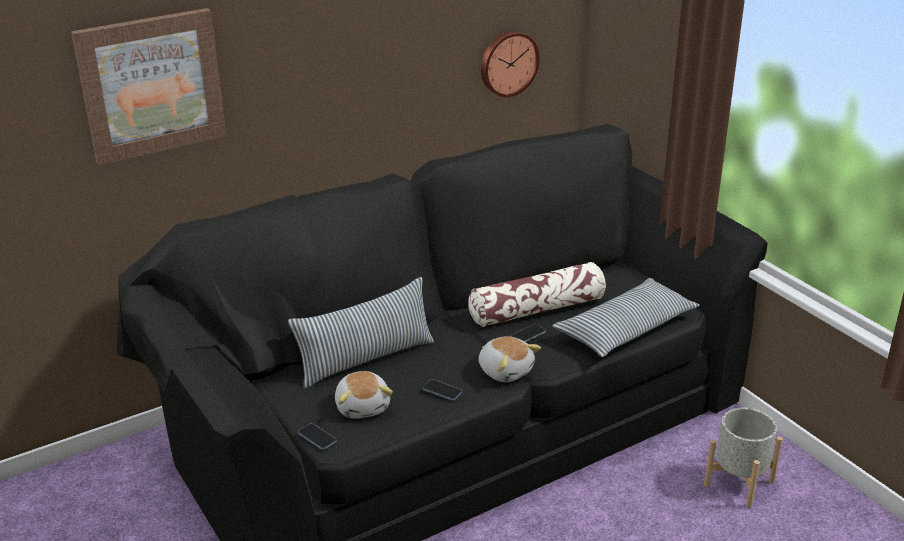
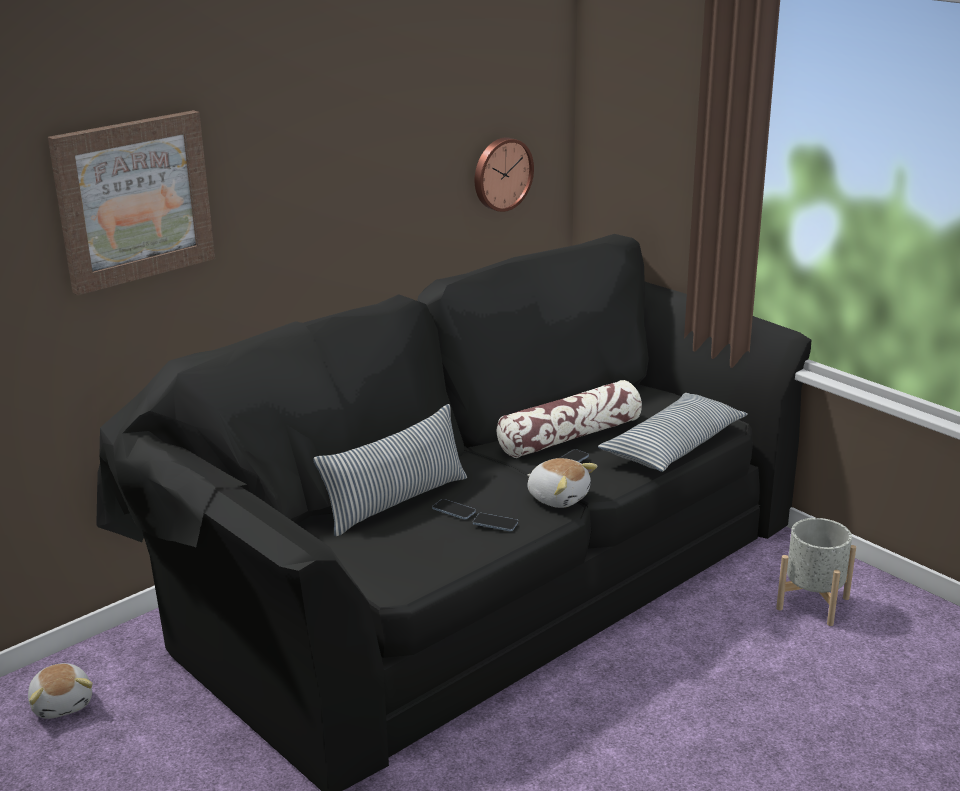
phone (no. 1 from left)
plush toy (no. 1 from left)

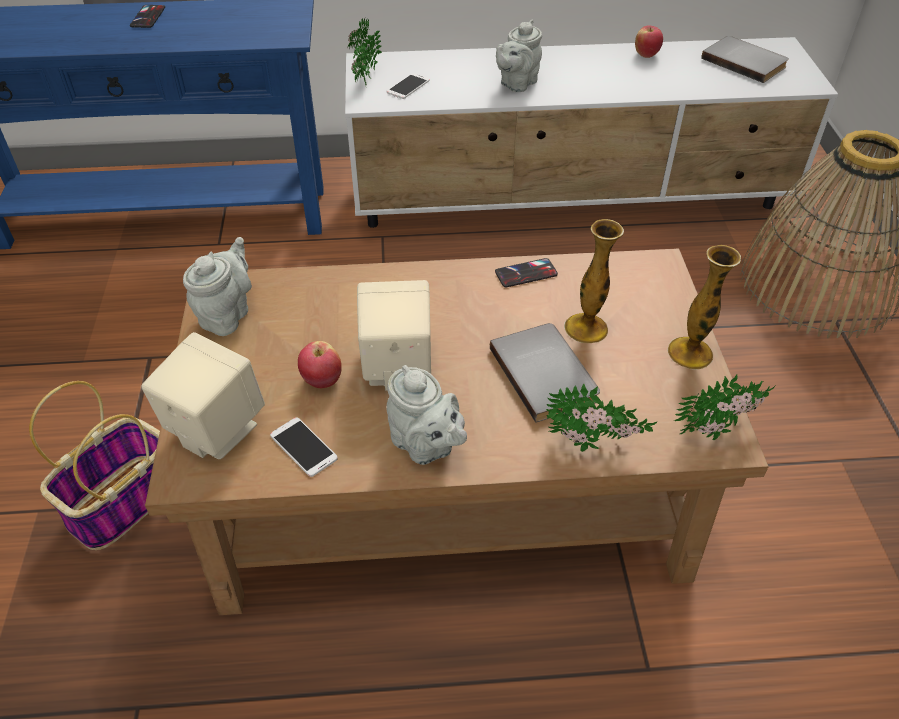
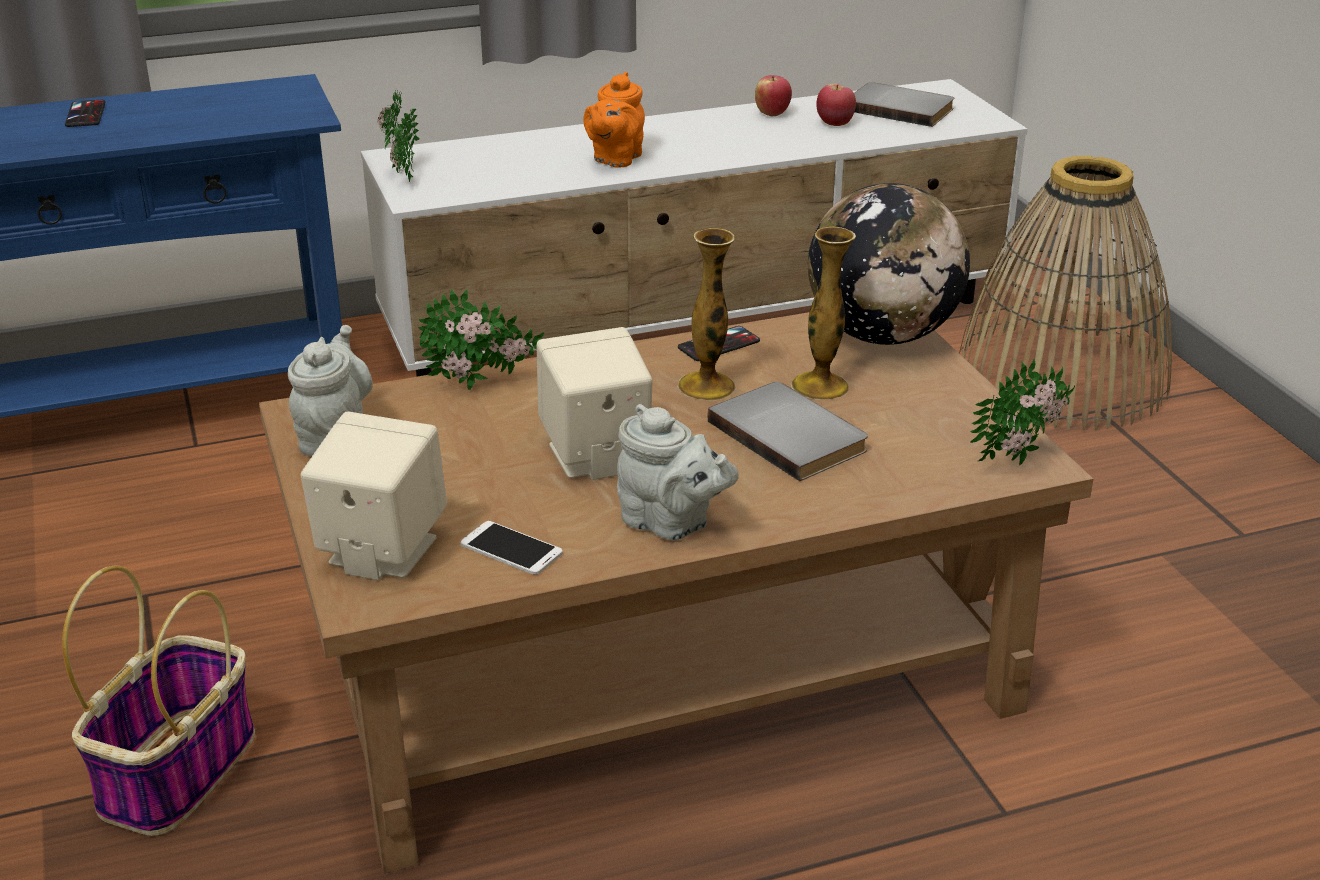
phone (no. 3 from left in the first image)
globe
apple (no. 2 from left)
potted plant (no. 2 from left)
vase (no. 1 from left)
orange teapot

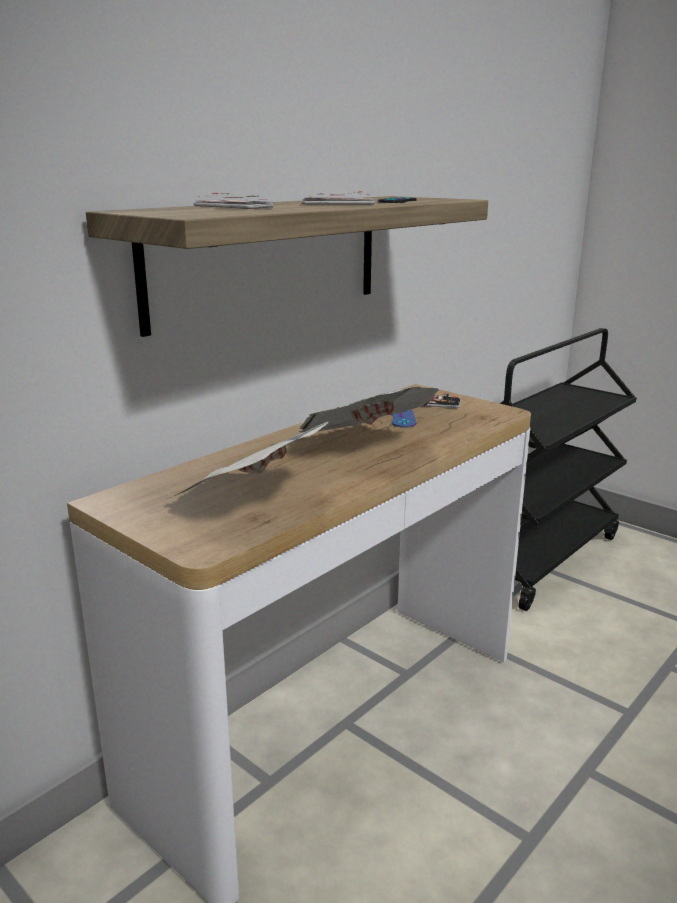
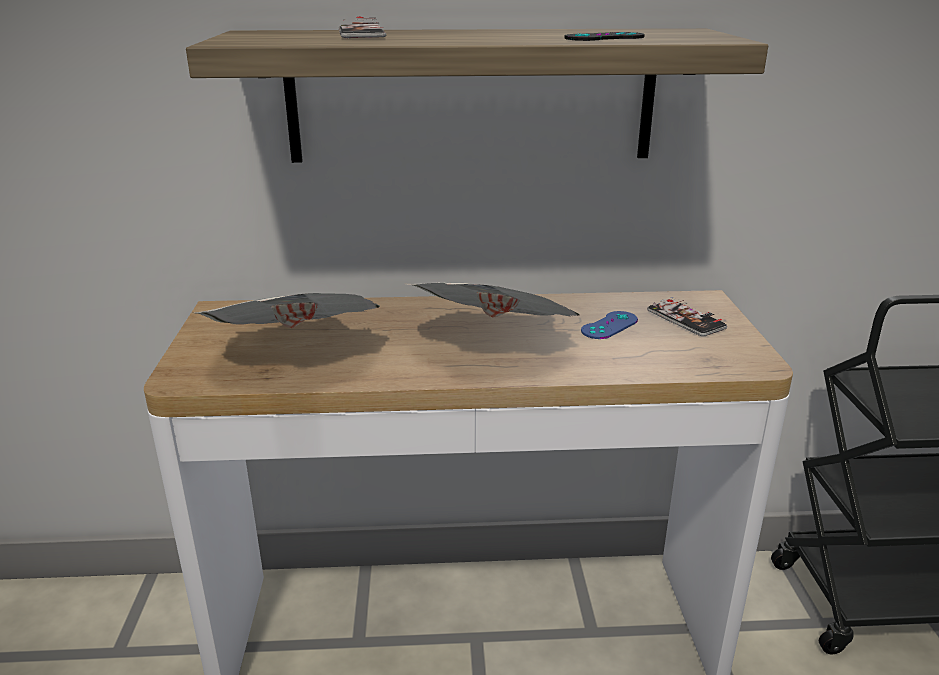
phone (no. 2 from left in the first image)

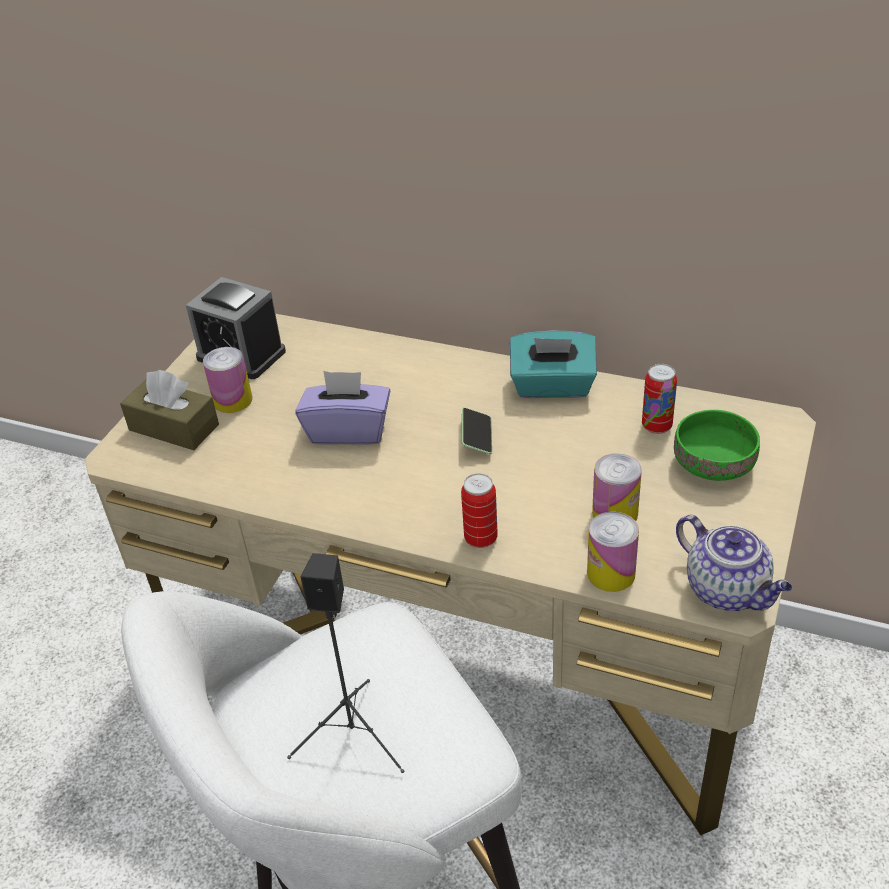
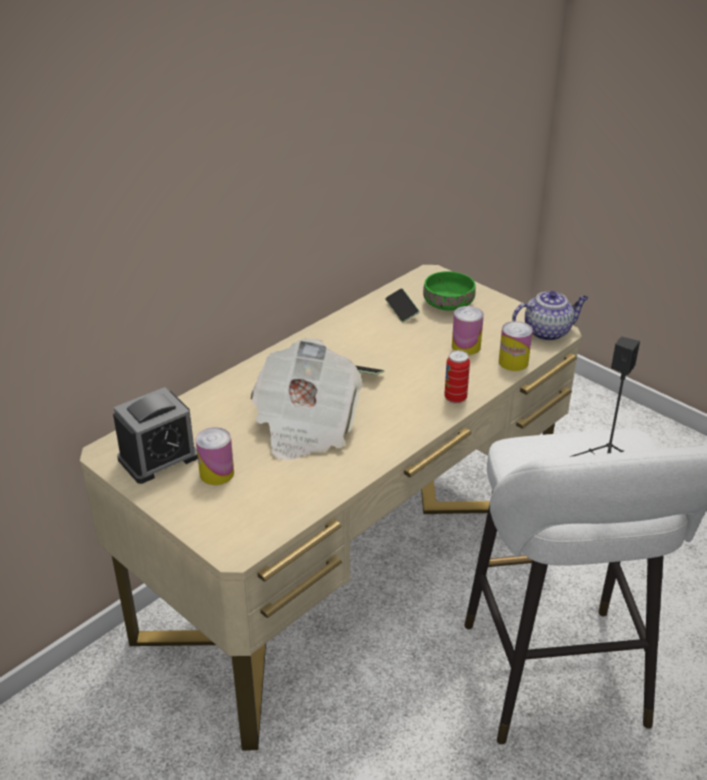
brown tissue box
turquoise tissue box
newspaper
phone (no. 2 from left)

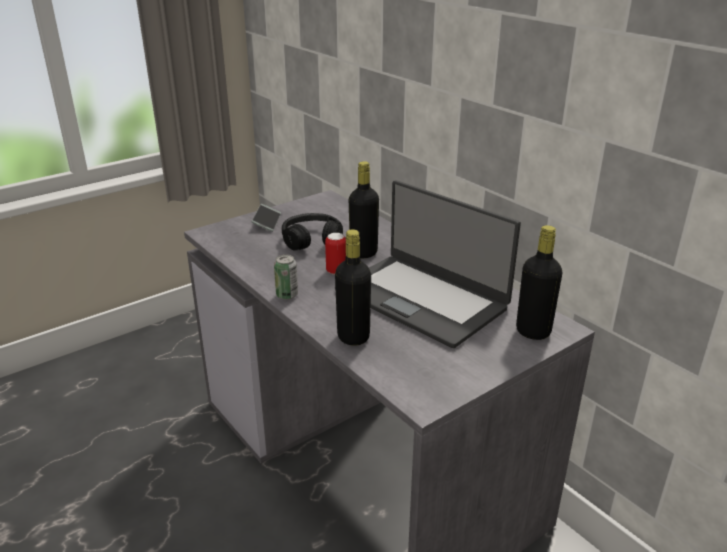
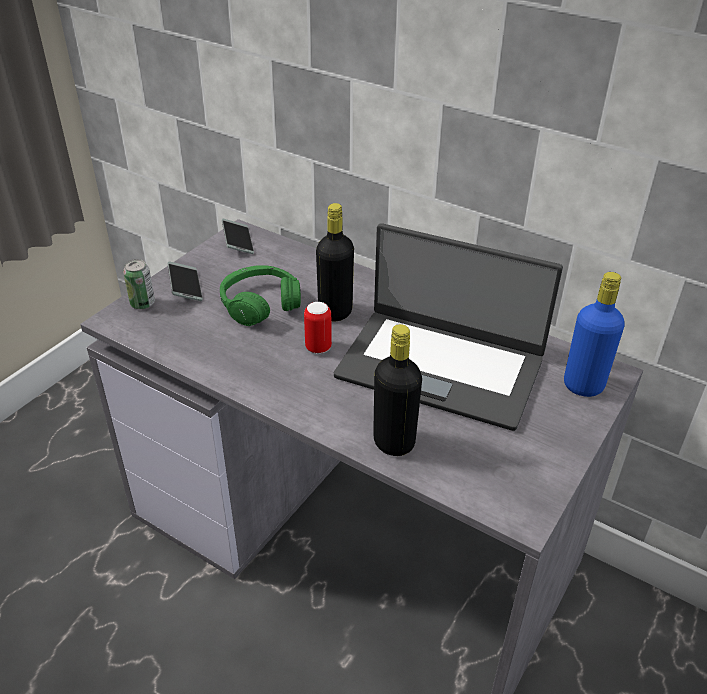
phone (no. 2 from left)
can (no. 1 from left)
green headphones
blue bottle

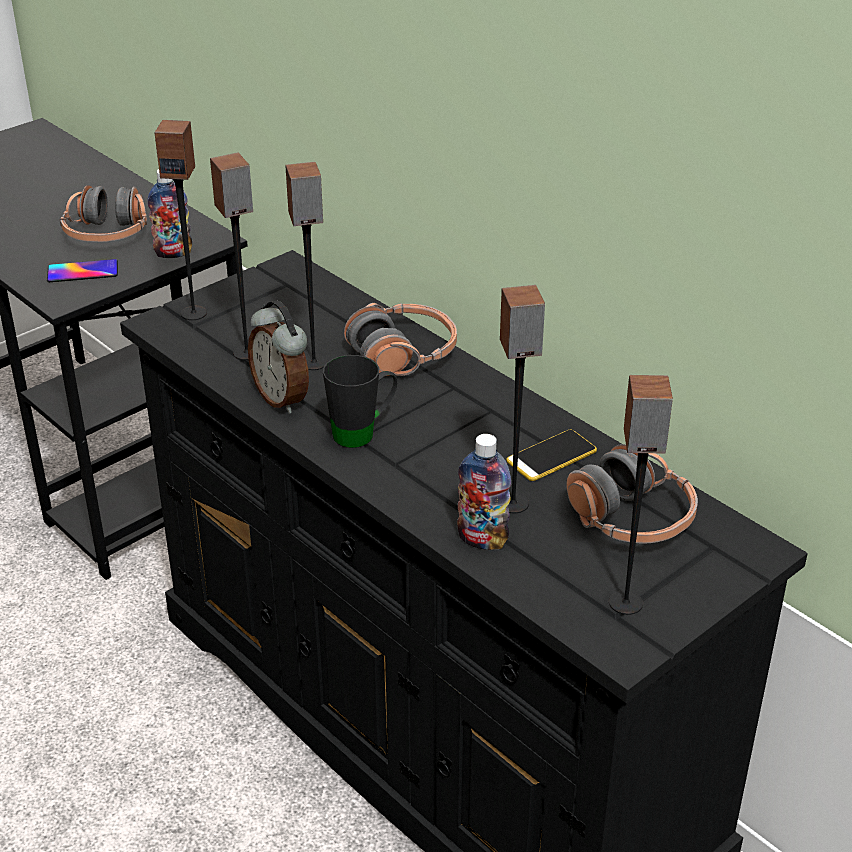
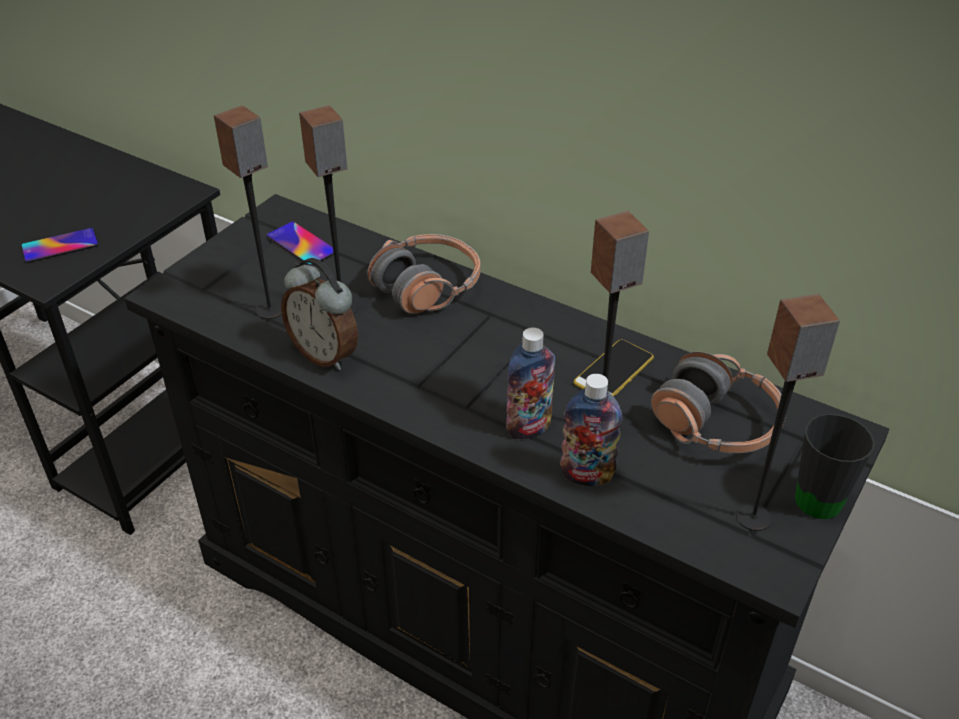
headphones (no. 1 from left in the first image)
speaker (no. 1 from left in the first image)
phone (no. 2 from left)
bottle (no. 1 from left)
black mug

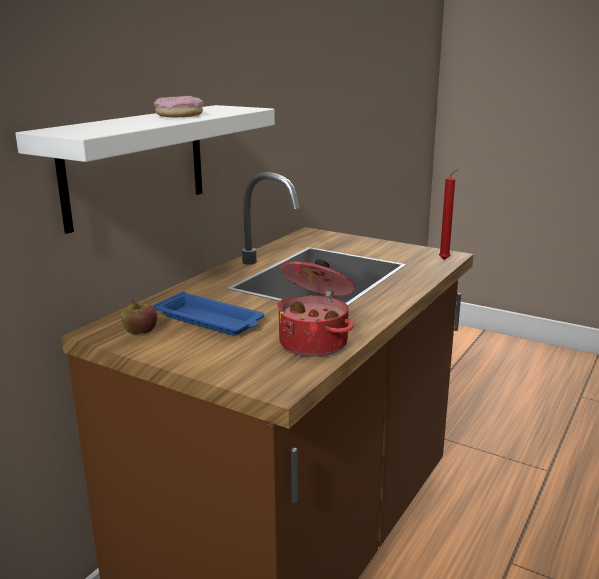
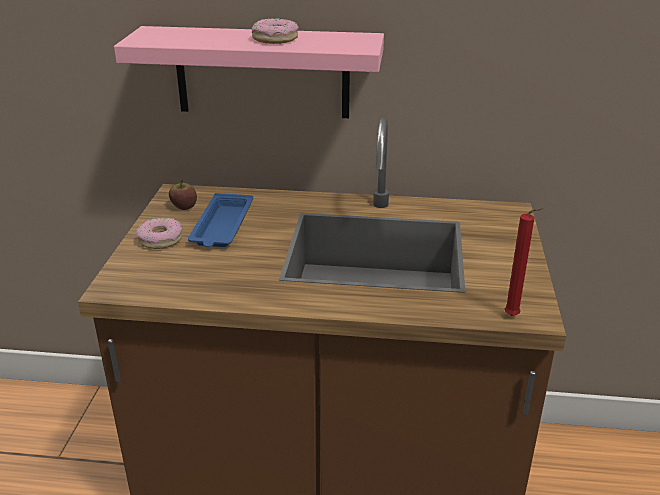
cooking pot
donut (no. 1 from left)
pink shelf

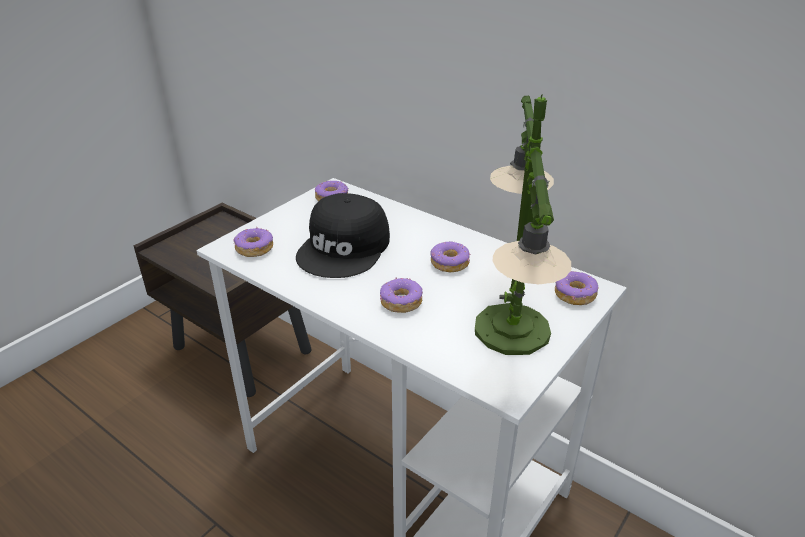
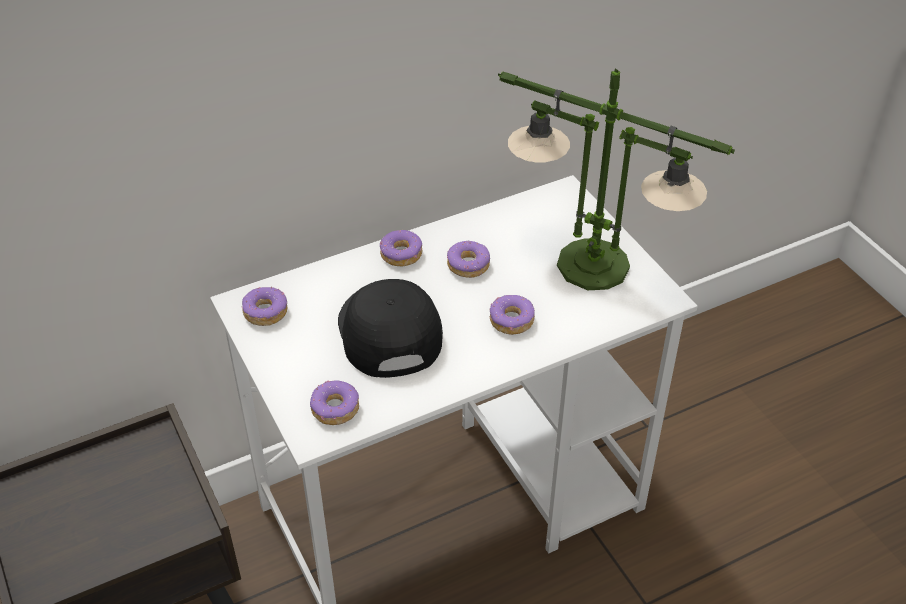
donut (no. 3 from left)
black cap

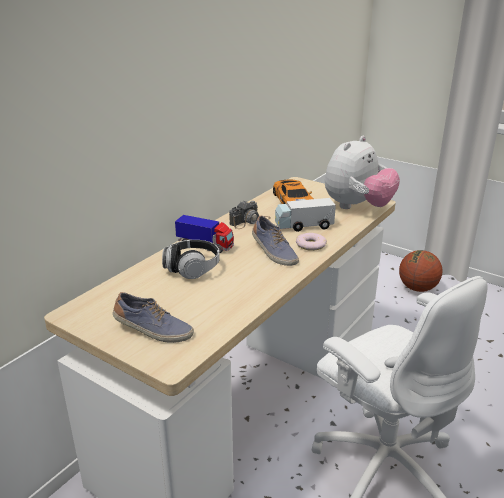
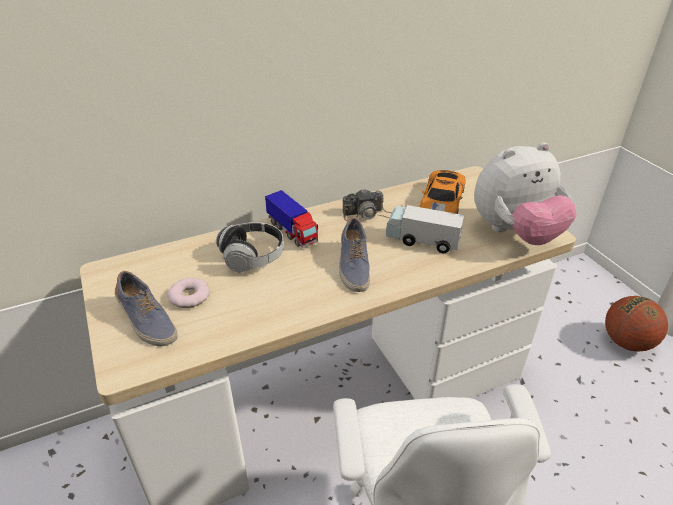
donut

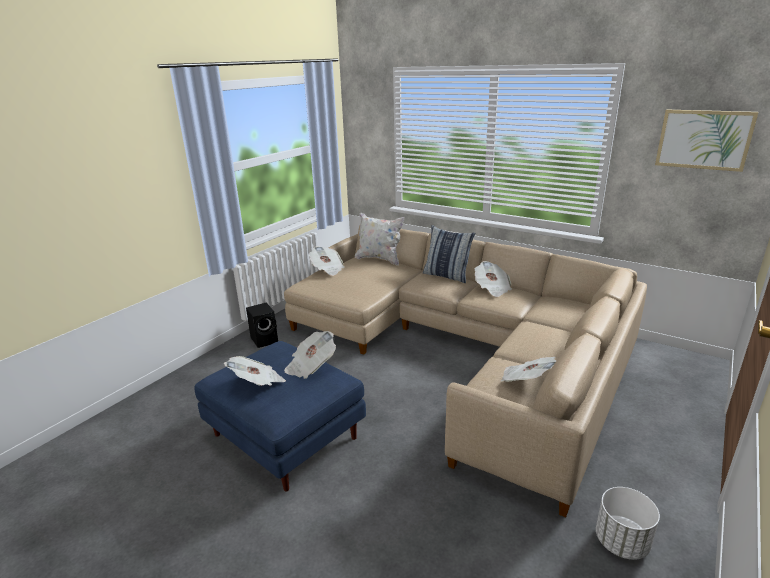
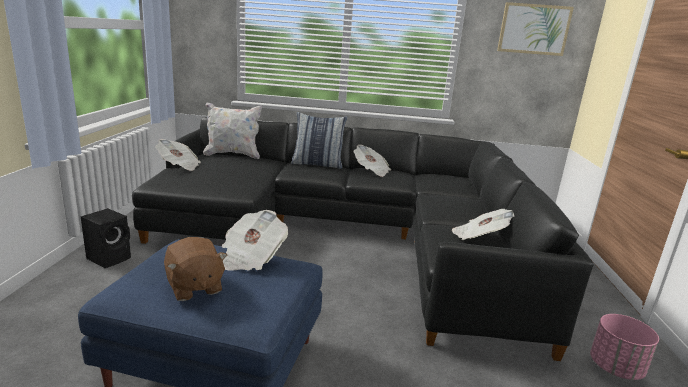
brown plush toy
black sofa
pink planter

